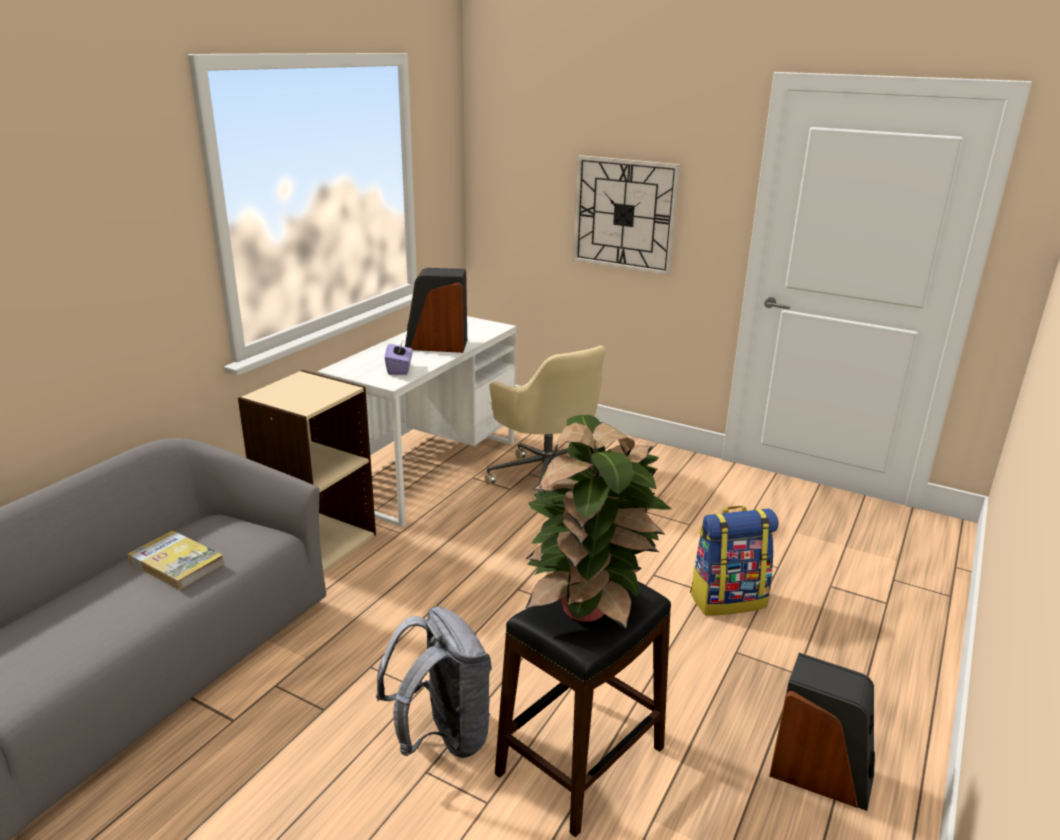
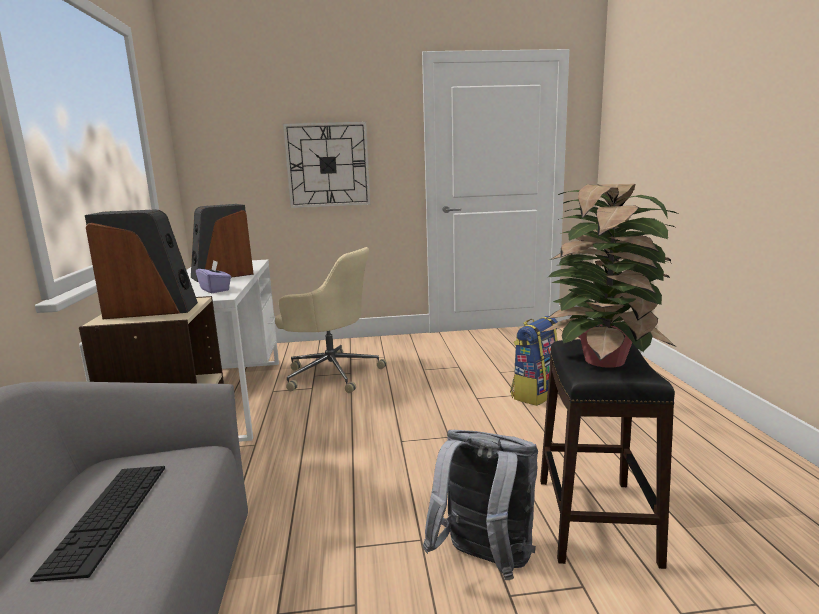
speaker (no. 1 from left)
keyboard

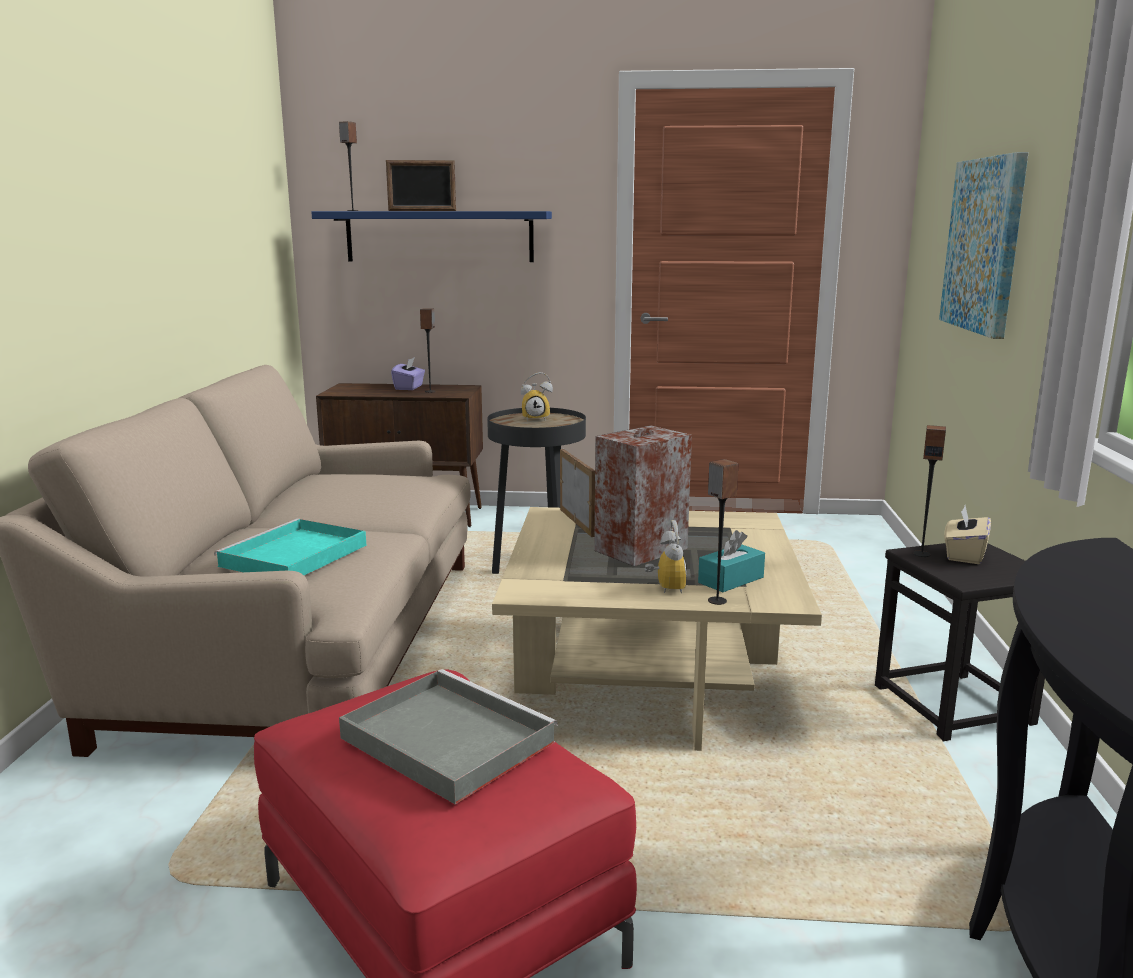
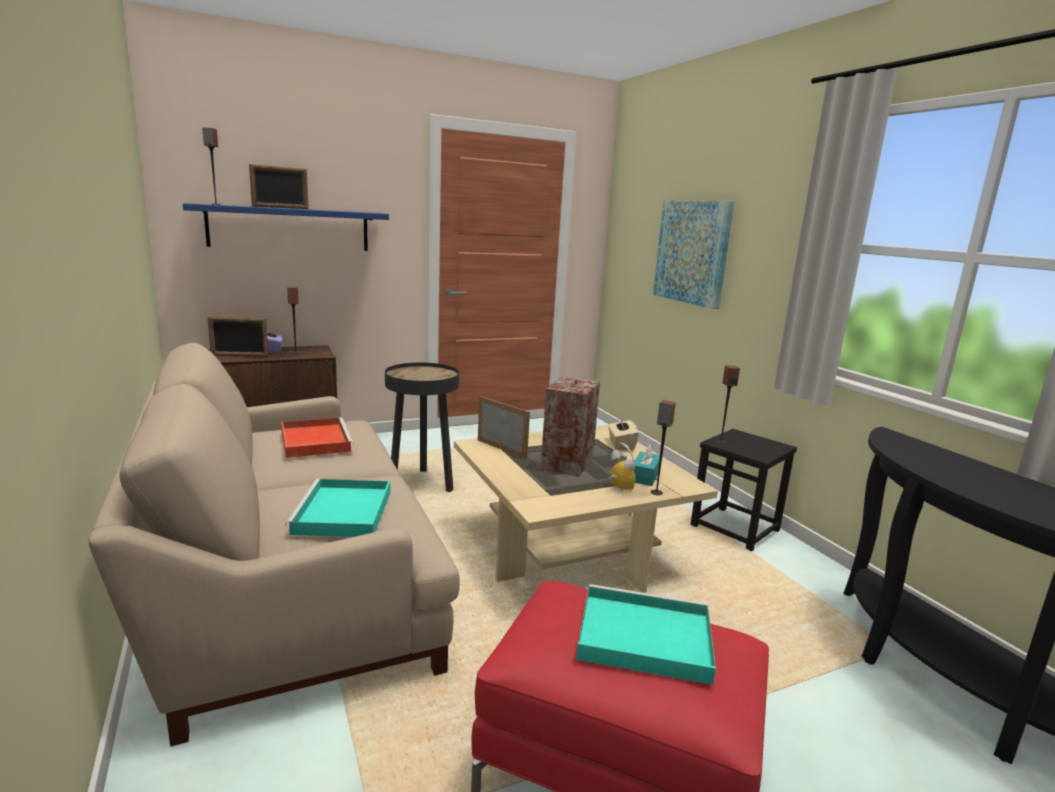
alarm clock (no. 1 from left in the first image)
picture frame (no. 1 from left)
red tray
beige tissue box
turquoise tray (no. 2 from left)

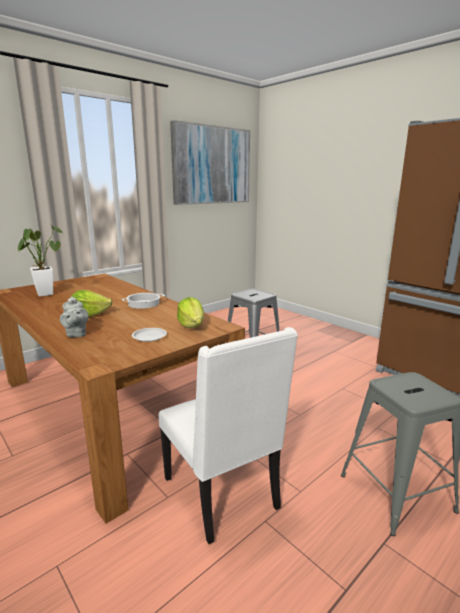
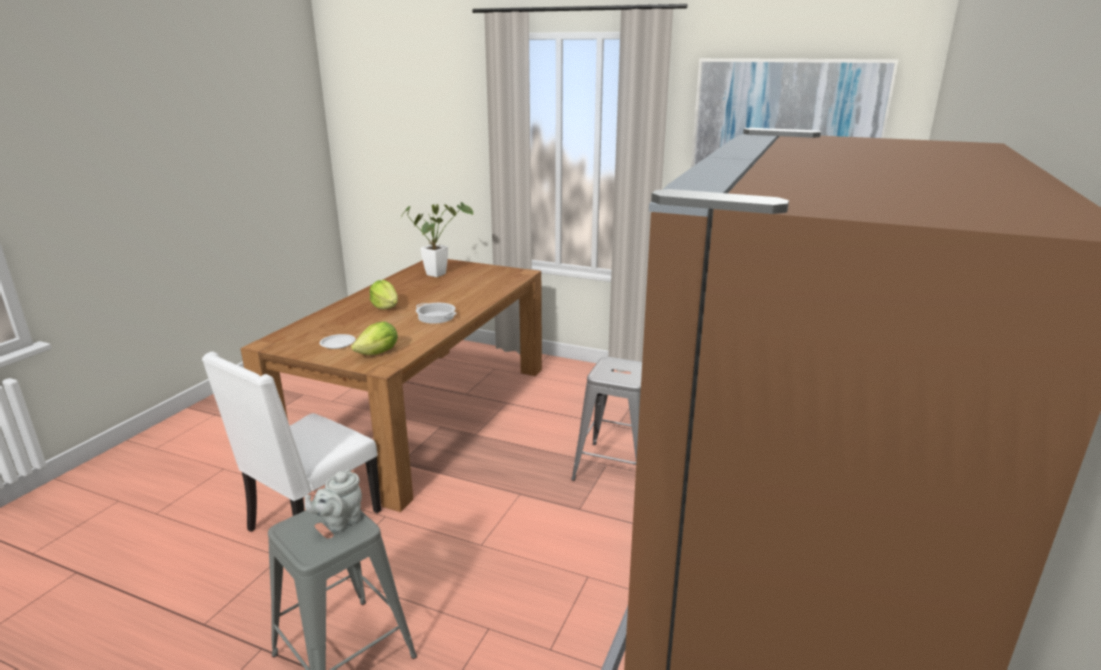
grey teapot

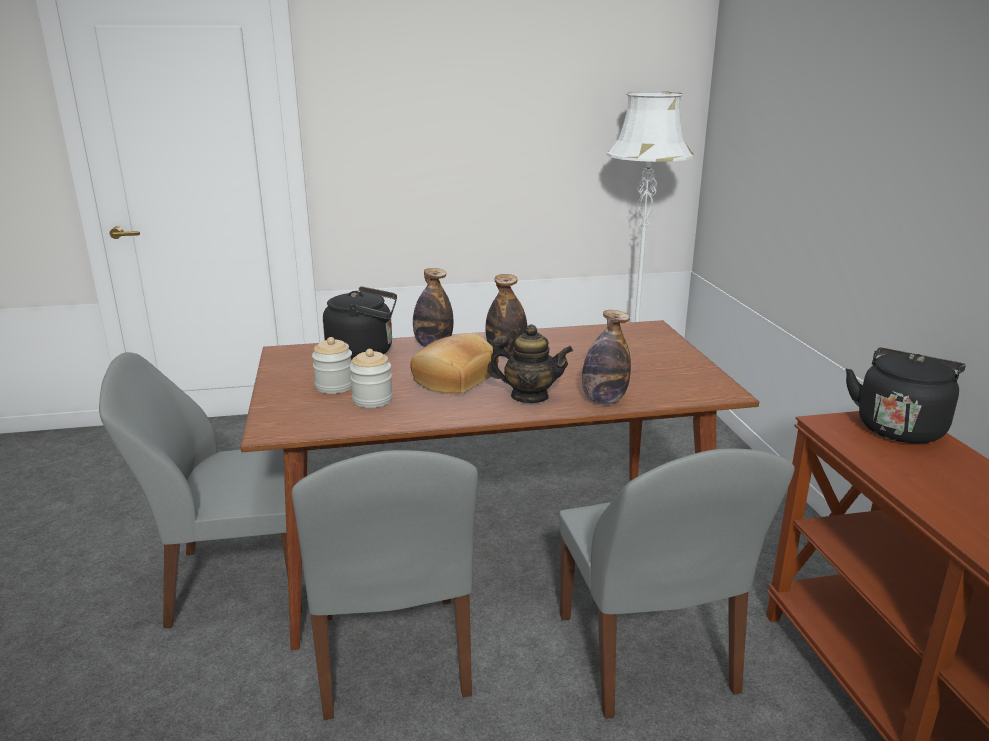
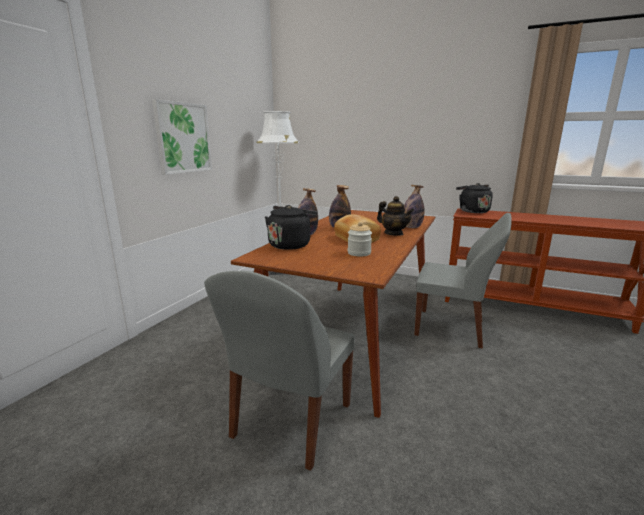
grey chair (no. 2 from left in the first image)
jar (no. 1 from left in the first image)
picture
teapot

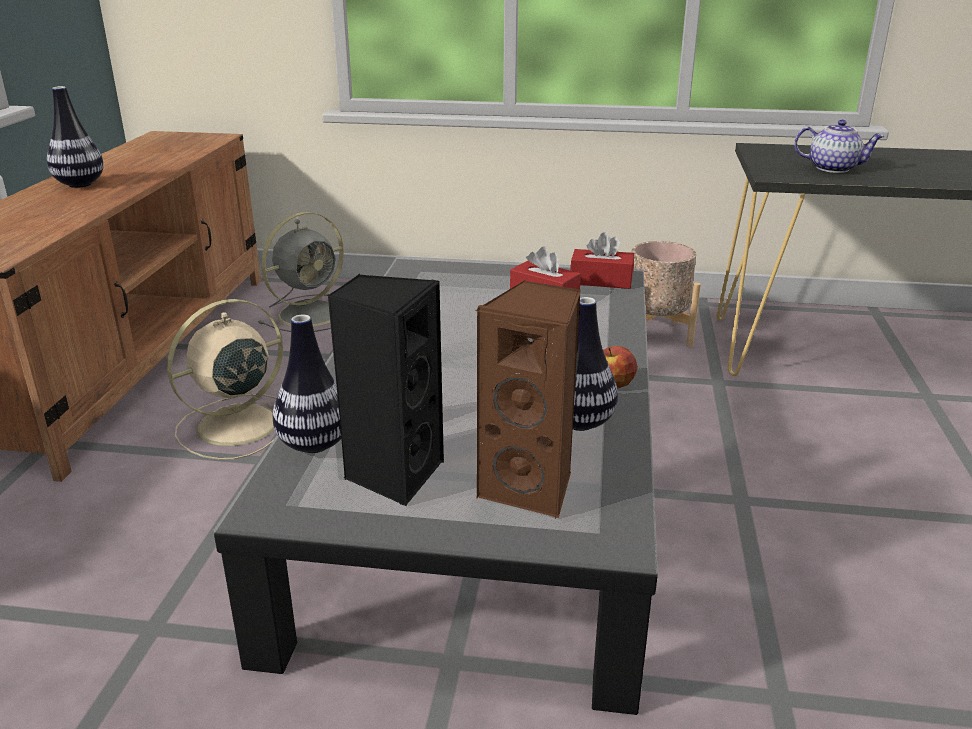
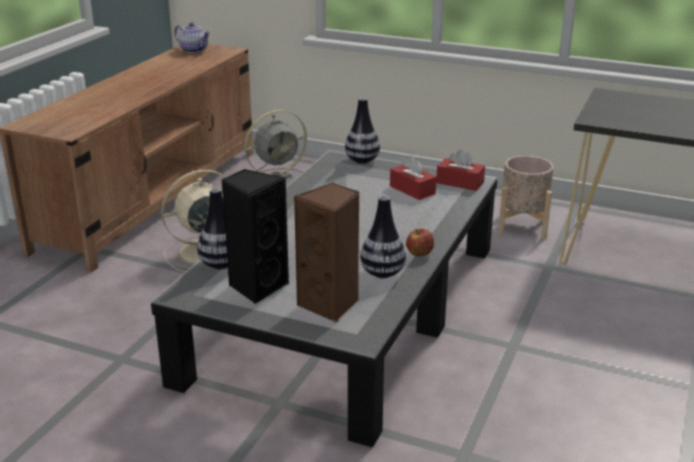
vase (no. 2 from left)
teapot

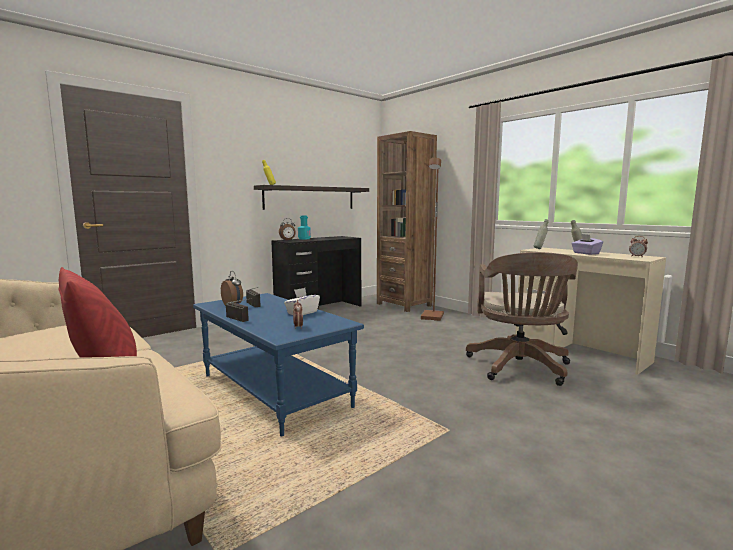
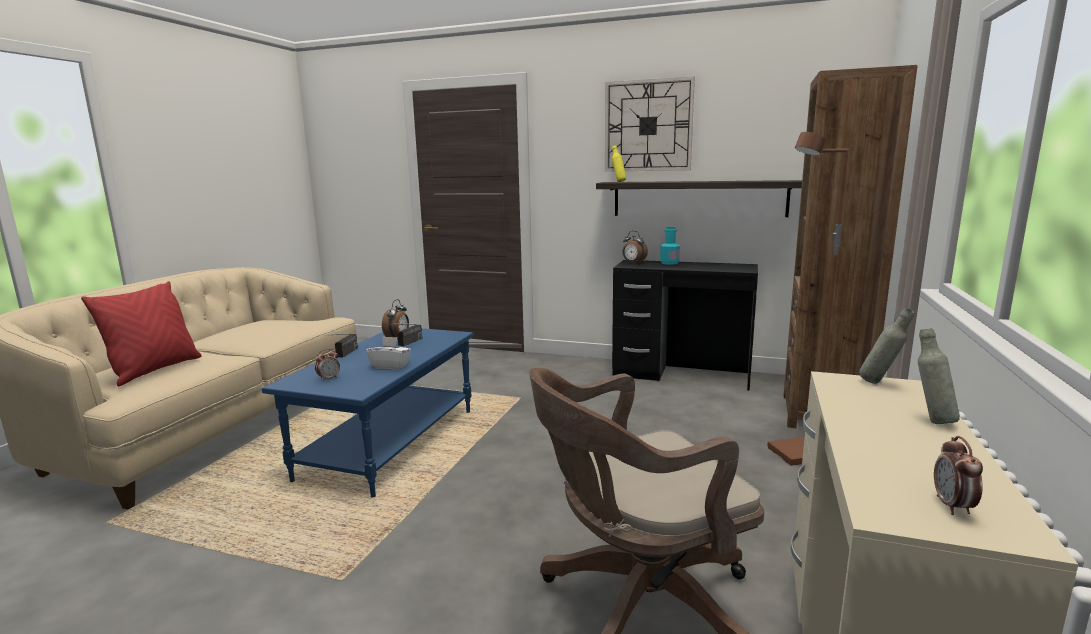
purple tissue box
wall clock

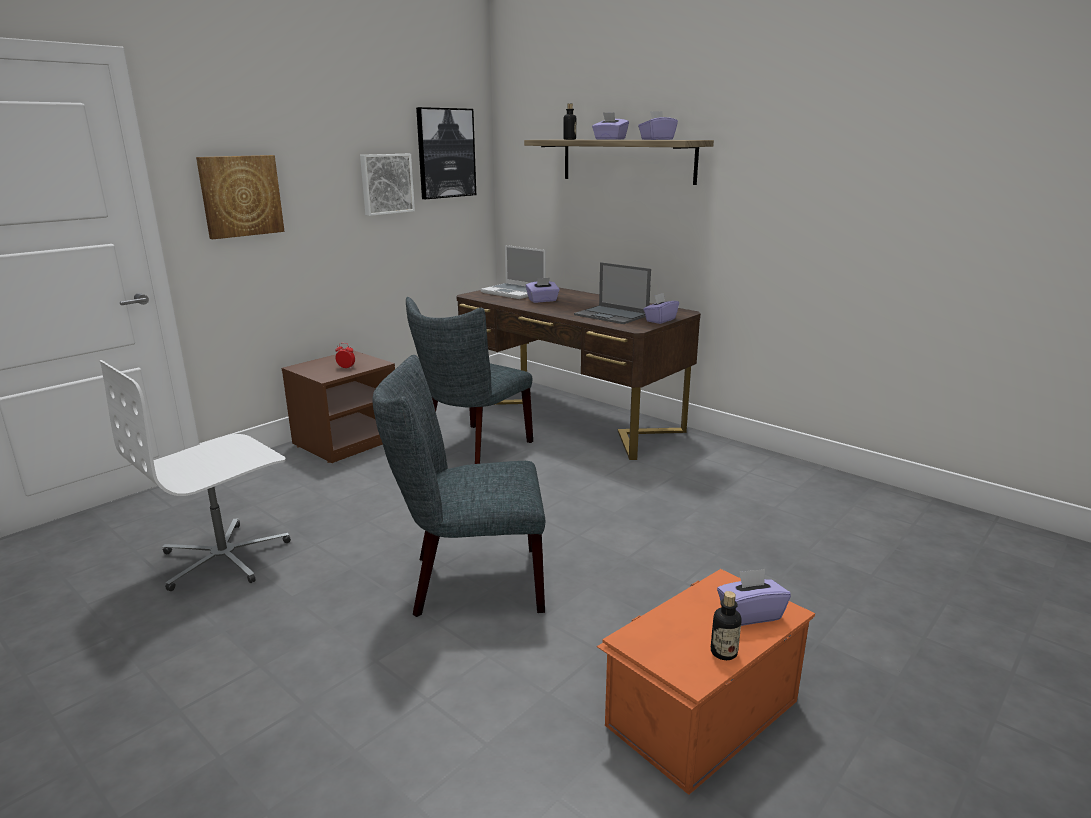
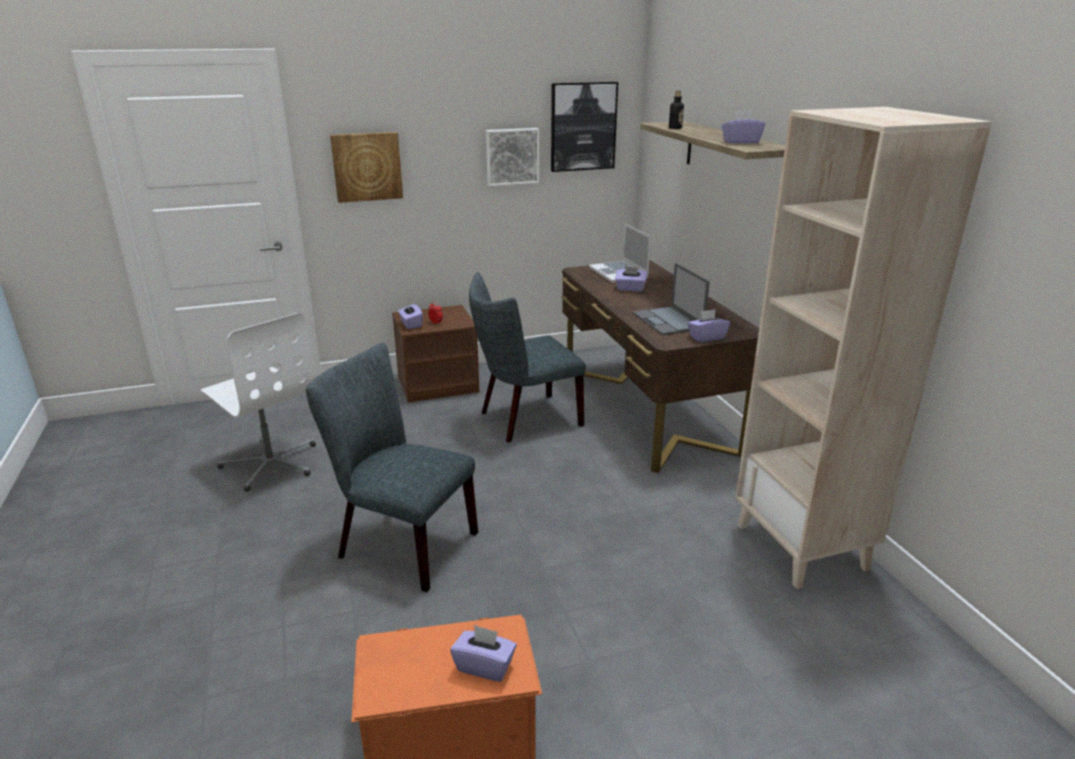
bottle (no. 2 from left in the first image)
beige bookcase
purple tissue box (no. 1 from left)
white office chair

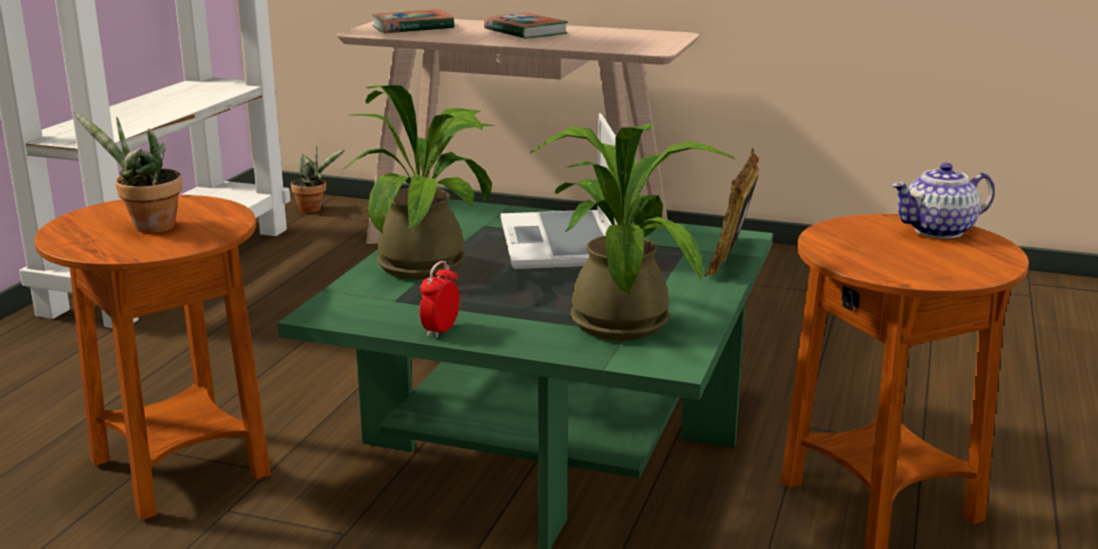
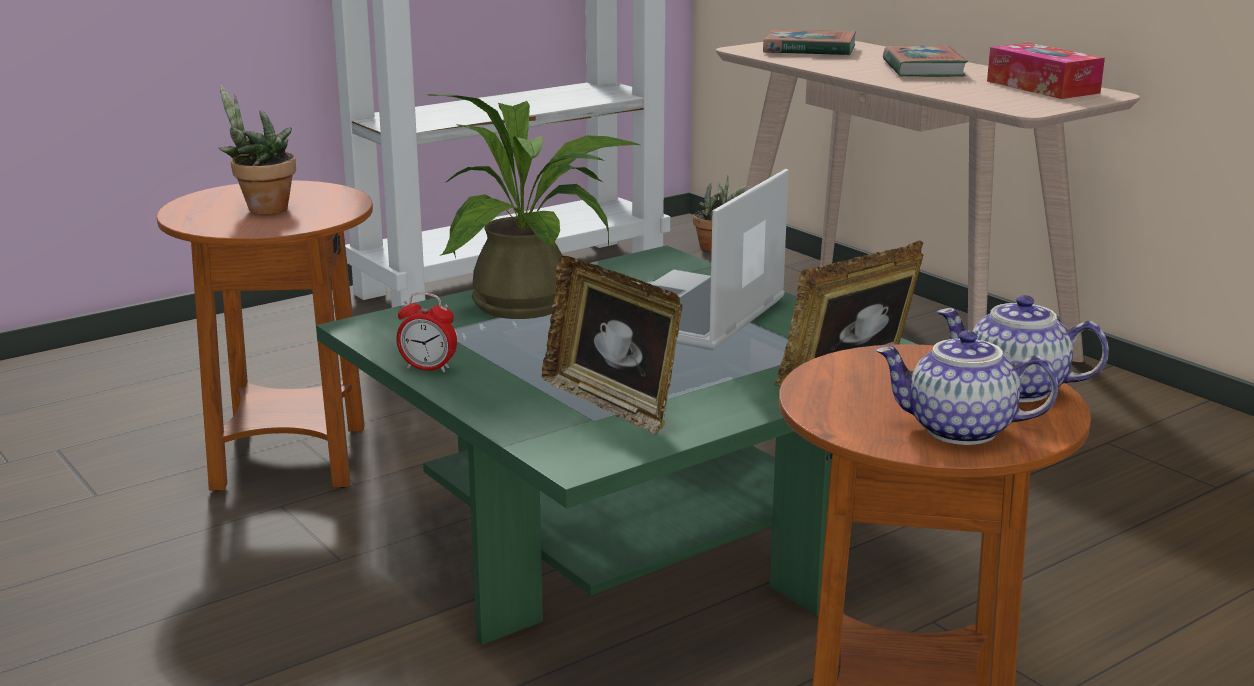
teapot (no. 1 from left)
tissue box
picture frame (no. 1 from left)
alarm clock

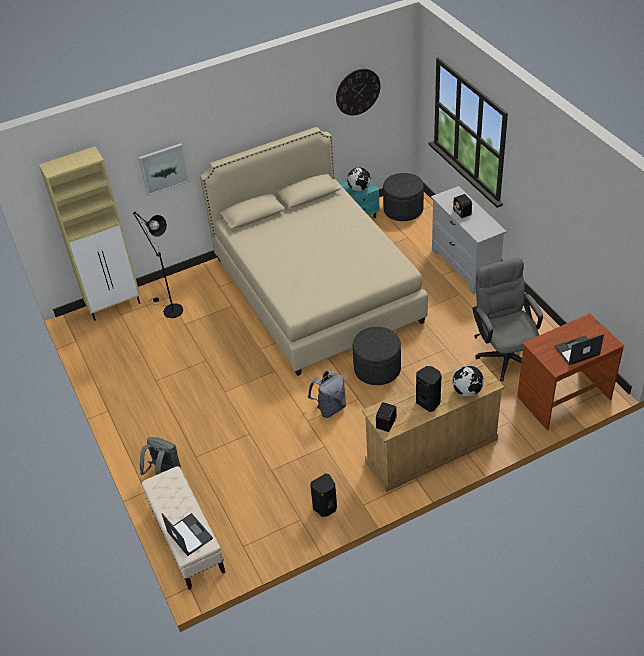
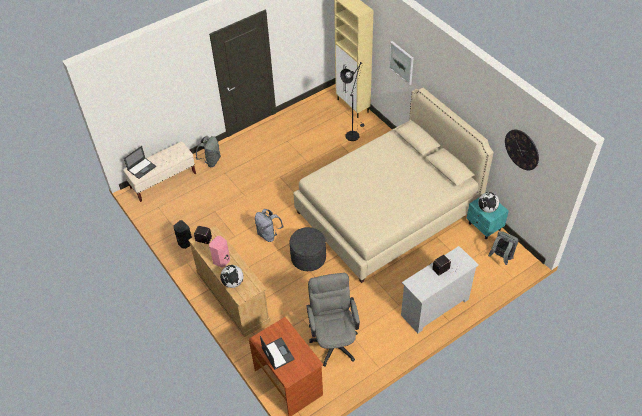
grey backpack (no. 3 from left)
pink speaker
grey office chair

